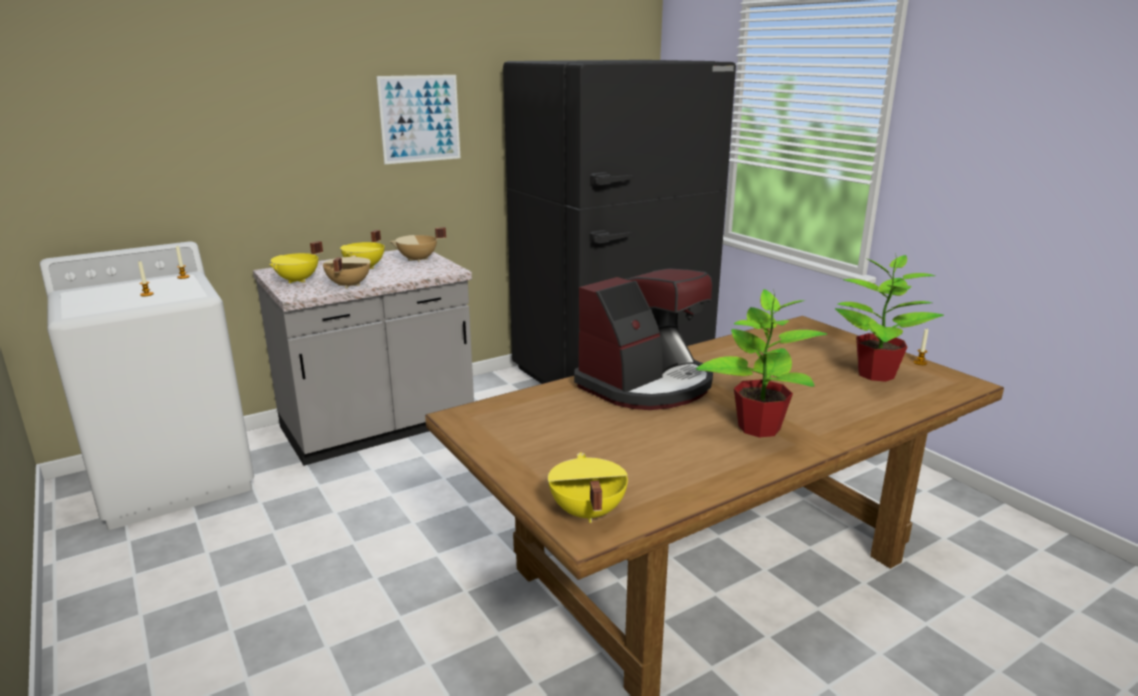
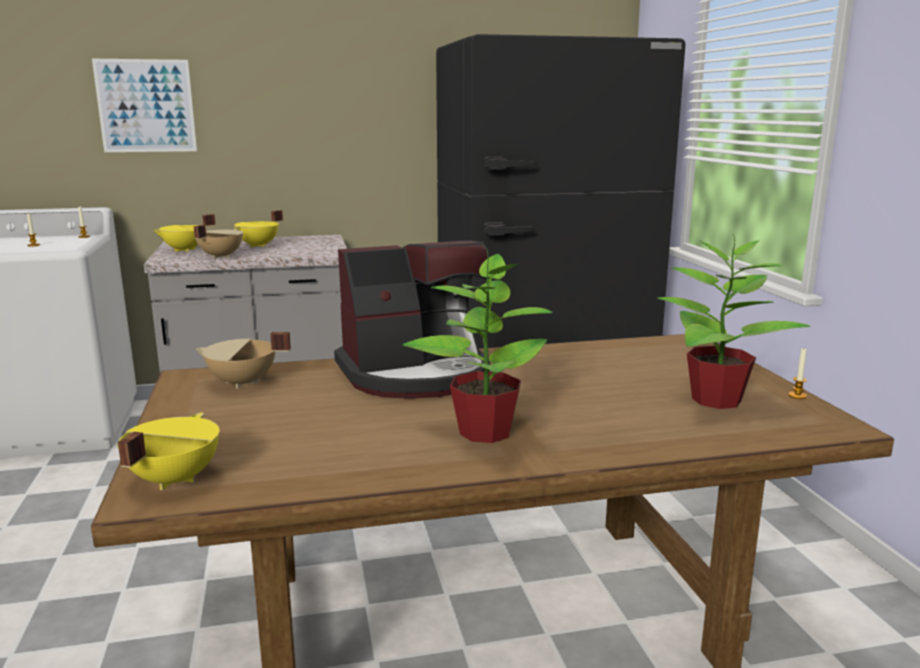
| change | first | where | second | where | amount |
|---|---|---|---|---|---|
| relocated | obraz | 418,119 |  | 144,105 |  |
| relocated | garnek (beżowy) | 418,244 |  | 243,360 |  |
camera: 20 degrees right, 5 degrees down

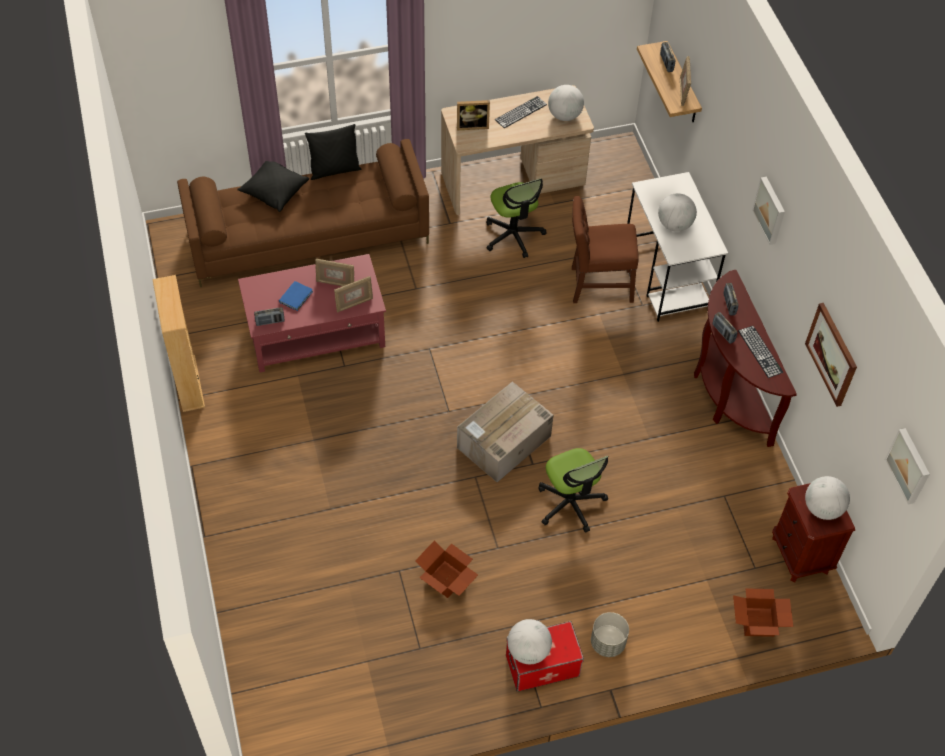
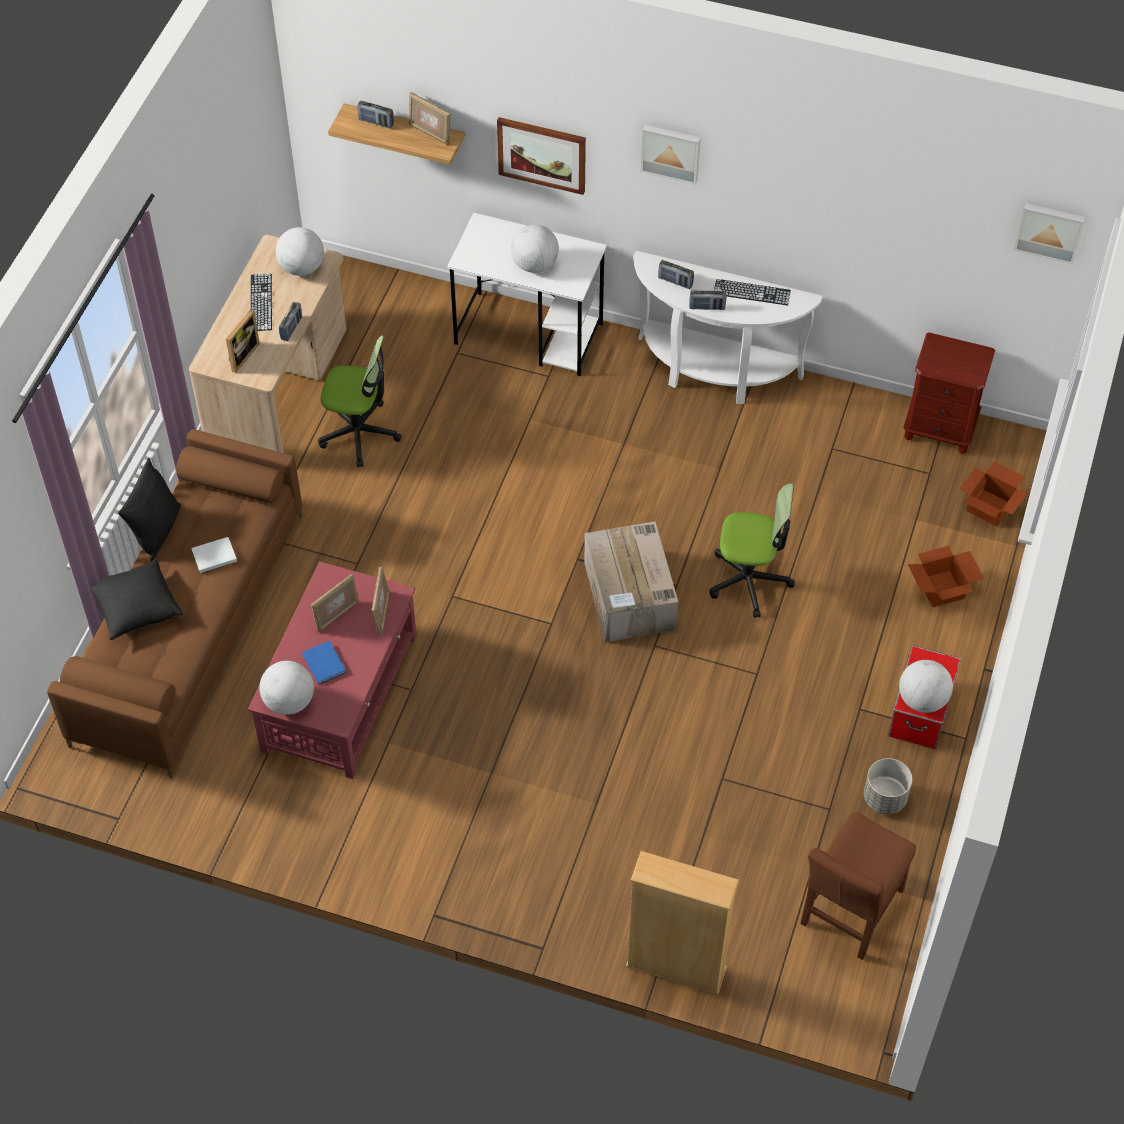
| change | first | where | second | where | amount |
|---|---|---|---|---|---|
| relocated | krzesło (brązowy) | 605,249 |  | 858,886 |  |
| colour | stolik konsolowy (brązowy) | 745,358 | stolik konsolowy (biały) | 728,327 |  |
| relocated | regał (beżowy) | 178,343 |  | 682,923 |  |
| relocated | obraz | 831,355 |  | 541,156 |  |
| relocated | radio | 269,316 |  | 290,321 |  |
| relocated | globus | 827,498 |  | 286,688 |  |
| relocated | karton | 446,569 |  | 946,576 |  |
| relocated | donica (szary) | 610,634 |  | 888,786 |  |
| appeared |  |  | książka (biały) | 214,555 |  |
camera: 55 degrees left, 0 degrees up

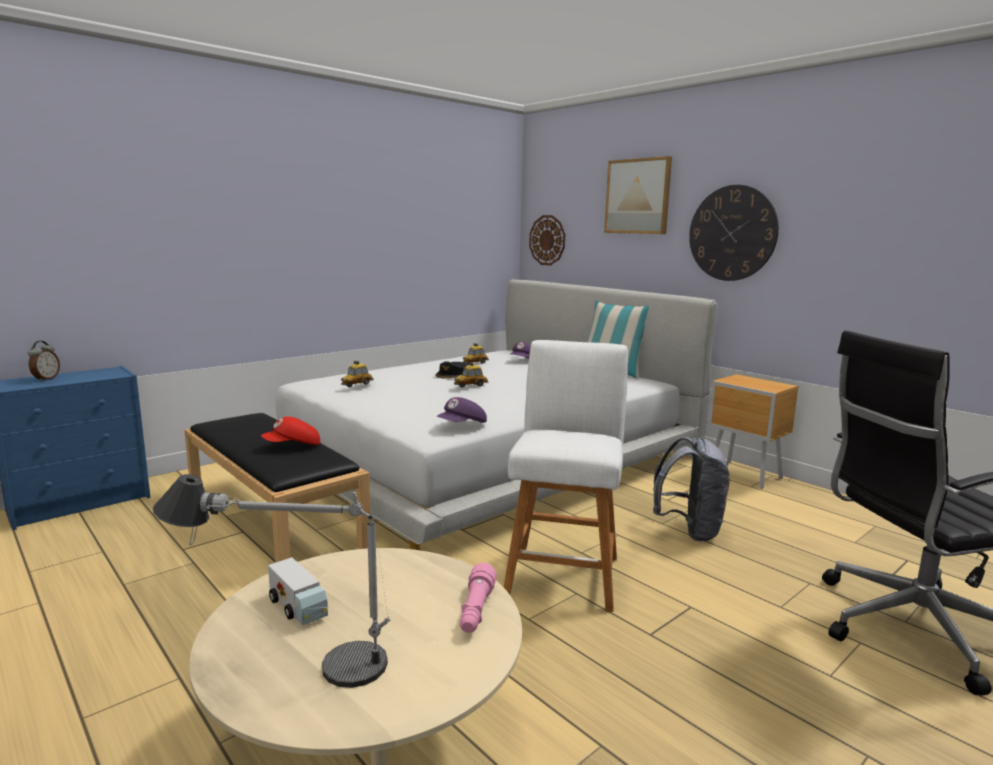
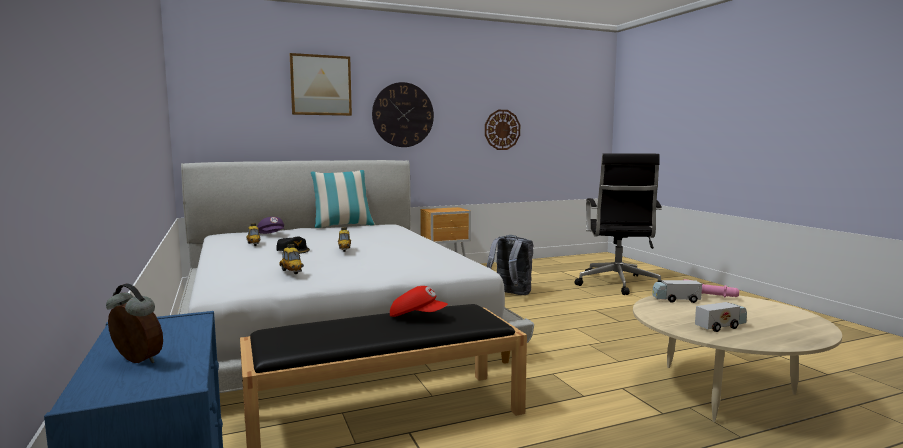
| change | first | where | second | where | amount |
|---|---|---|---|---|---|
| relocated | zegar ścienny | 547,240 |  | 502,130 |  |
| missing | stołek (biały) | 566,476 |  |  |  |
| missing | czapka z daszkiem (fioletowy) | 462,410 |  |  |  |
| spun | czapka z daszkiem (czerwony) | 290,431 |  | 419,301 | 60 degrees counterclockwise |
| missing | lampa stołowa | 271,581 |  |  |  |
| appeared |  |  | ciężarówka zabawkowa | 677,291 |  |
camera: 70 degrees left, 5 degrees down

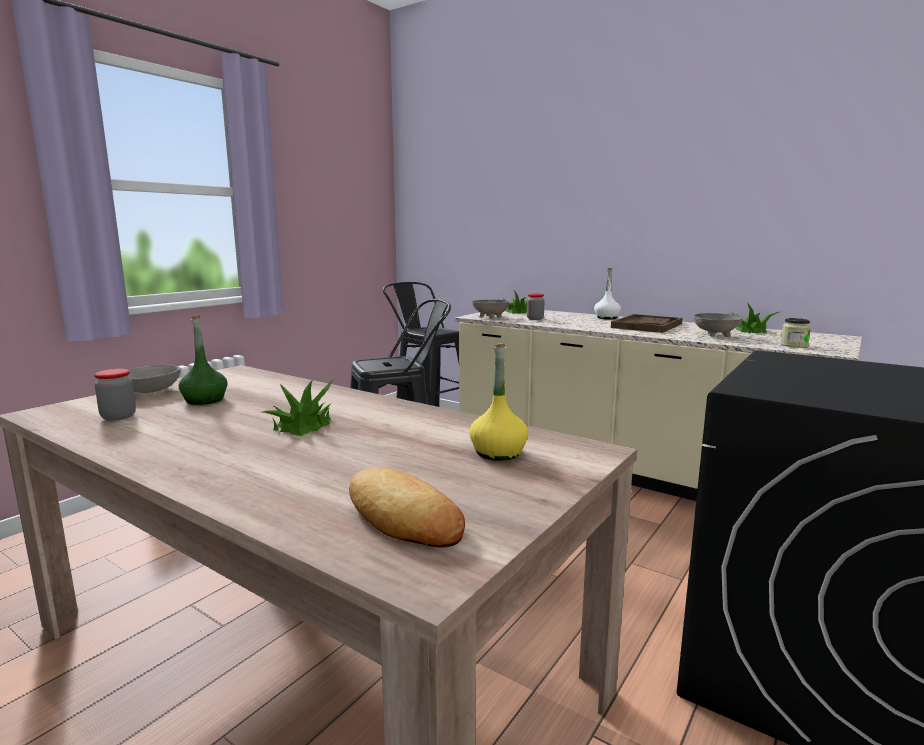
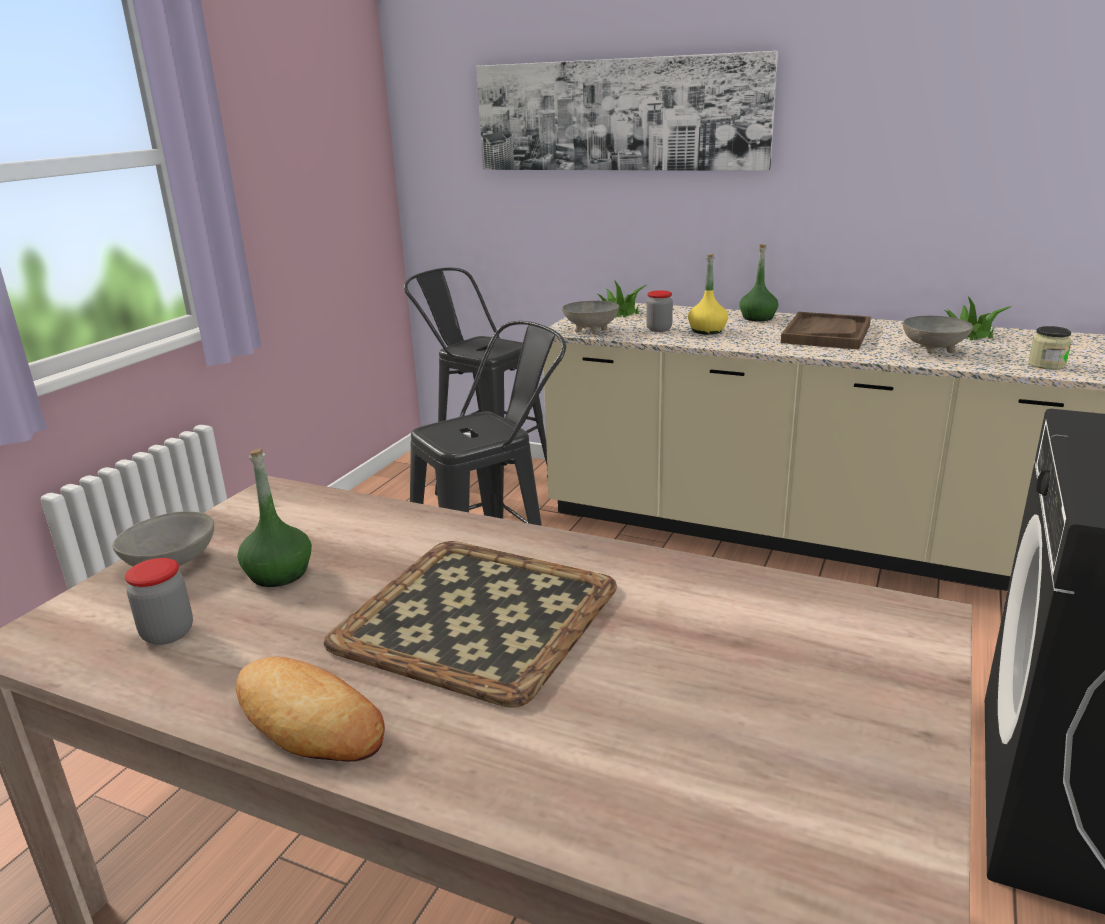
| change | first | where | second | where | amount |
|---|---|---|---|---|---|
| colour | butelka (biały) | 607,293 | butelka (zielony) | 758,282 |  |
| relocated | butelka (żółty) | 498,402 |  | 708,294 |  |
| exchanged | roślina doniczkowa | 298,407 | taca | 470,624 |  |
| relocated | chleb | 407,507 |  | 310,709 |  |
| appeared |  |  | obraz | 627,111 |  |
camera: 10 degrees left, 10 degrees up

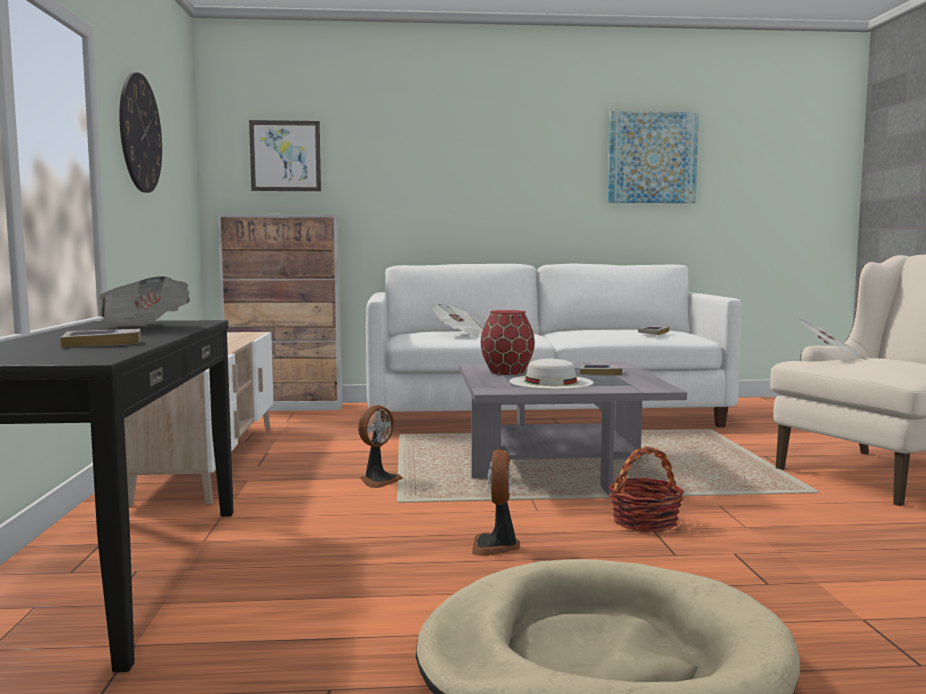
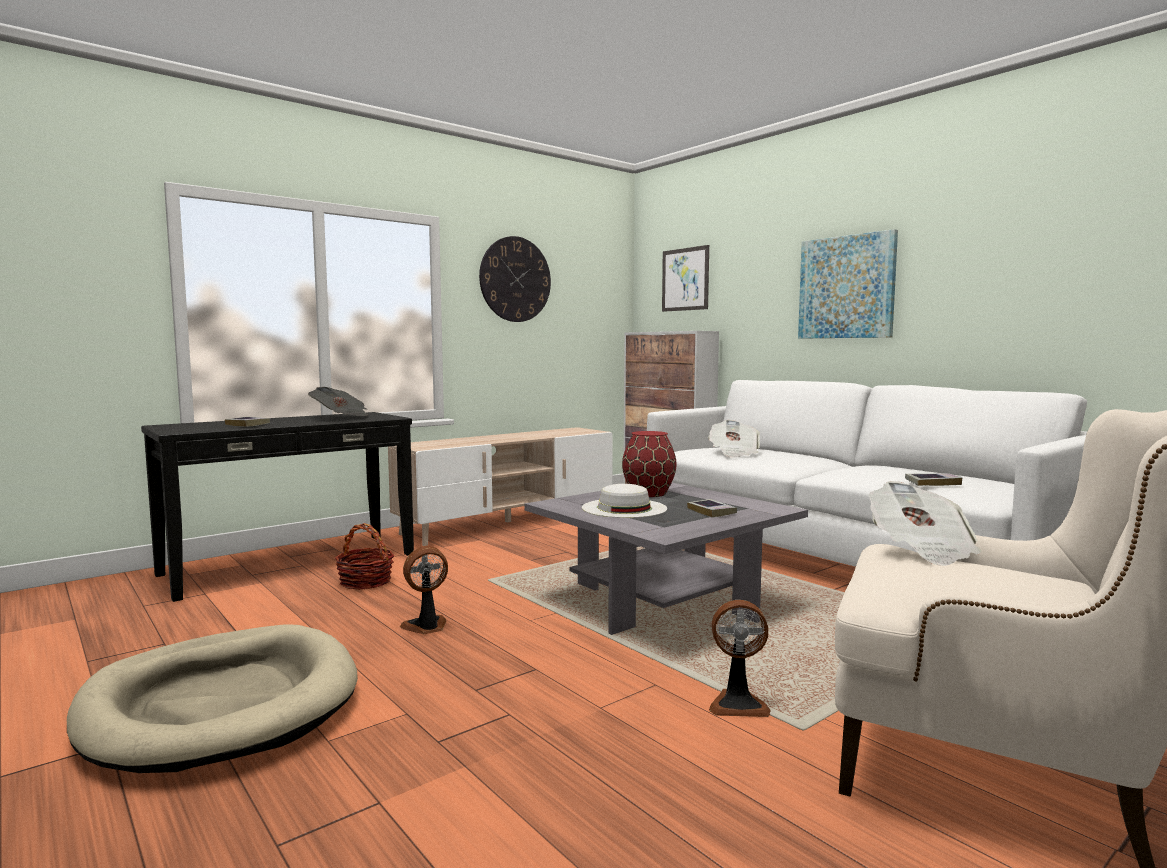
| change | first | where | second | where | amount |
|---|---|---|---|---|---|
| relocated | obraz | 653,157 |  | 848,284 |  |
| relocated | wentylator | 381,446 |  | 740,658 |  |
| relocated | koszyk | 646,489 |  | 364,556 |  |
camera: 55 degrees right, 0 degrees up

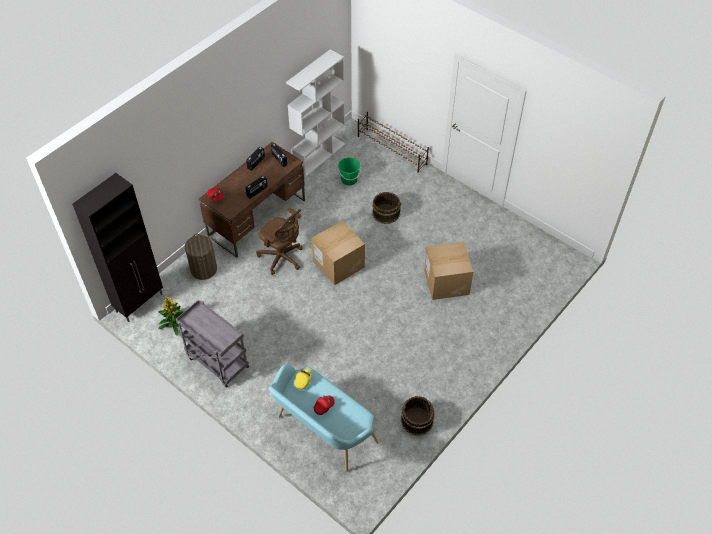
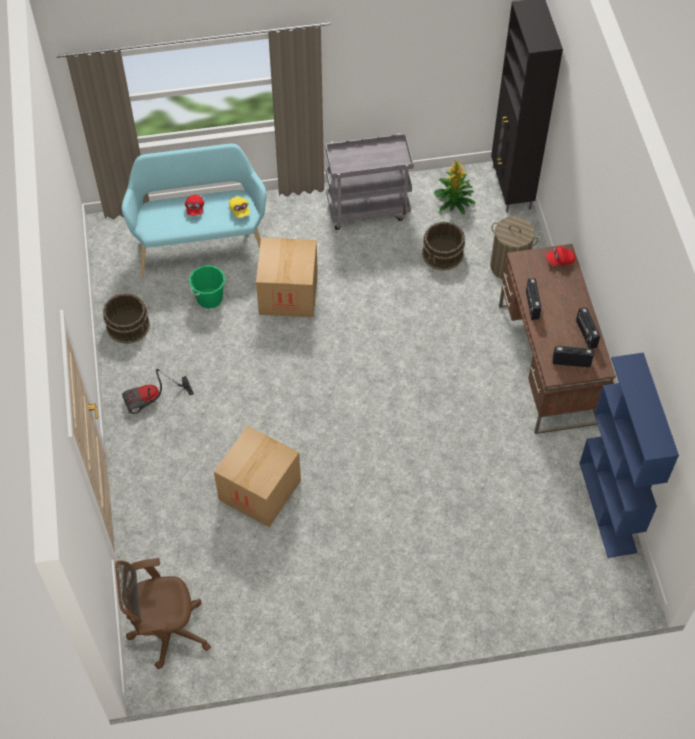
| change | first | where | second | where | amount |
|---|---|---|---|---|---|
| colour | regał (biały) | 315,113 | regał (niebieski) | 629,455 |  |
| missing | regał na buty (brązowy) | 393,142 |  |  |  |
| relocated | wiadro (zielony) | 349,171 |  | 207,287 |  |
| relocated | wiadro (brązowy) | 386,208 |  | 443,246 |  |
| relocated | krzesło biurowe (brązowy) | 279,241 |  | 163,613 |  |
| relocated | karton | 338,253 |  | 287,277 |  |
| appeared |  |  | odkurzacz | 158,391 |  |
camera: 130 degrees right, 5 degrees up

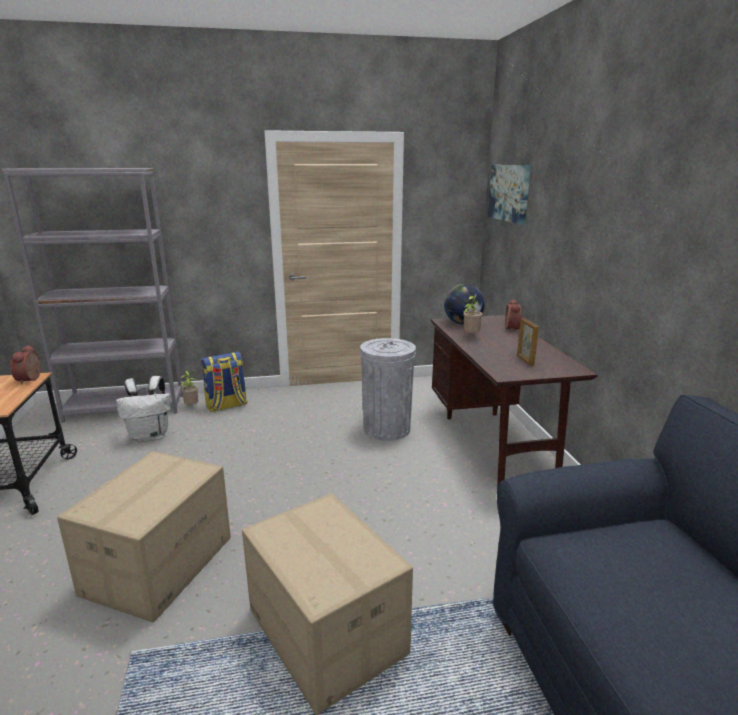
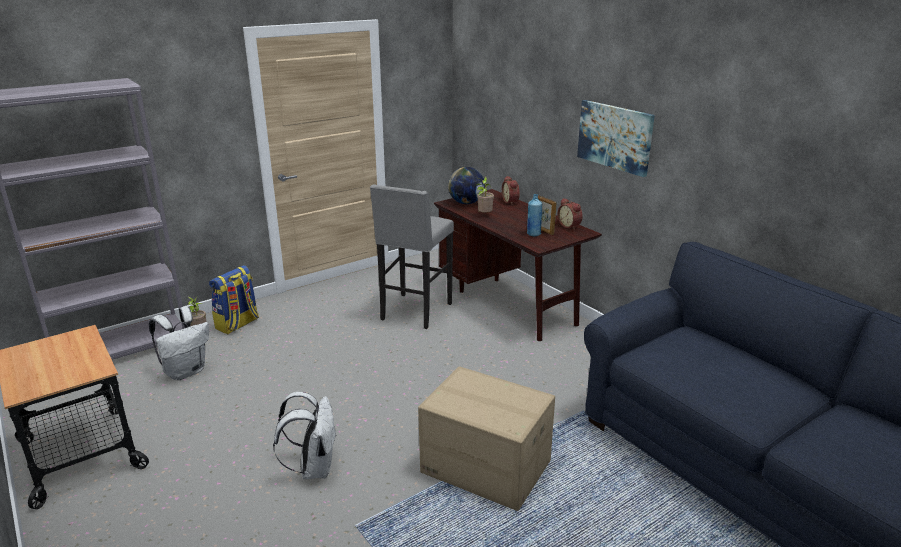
| change | first | where | second | where | amount |
|---|---|---|---|---|---|
| relocated | obraz | 509,195 |  | 616,138 |  |
| exchanged | kosz na śmieci (szary) | 388,389 | stołek (szary) | 412,256 |  |
| relocated | budzik | 25,365 |  | 570,214 |  |
| exchanged | karton | 144,536 | plecak (biały) | 305,435 |  |
| appeared |  |  | butelka (niebieski) | 534,215 |  |
camera: 25 degrees left, 5 degrees up

